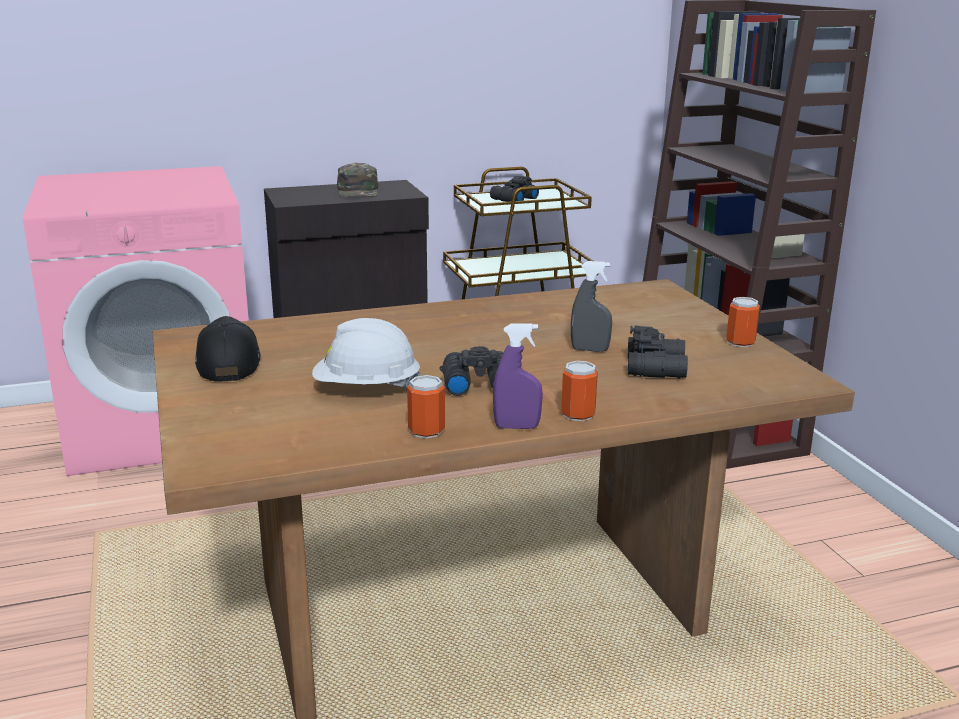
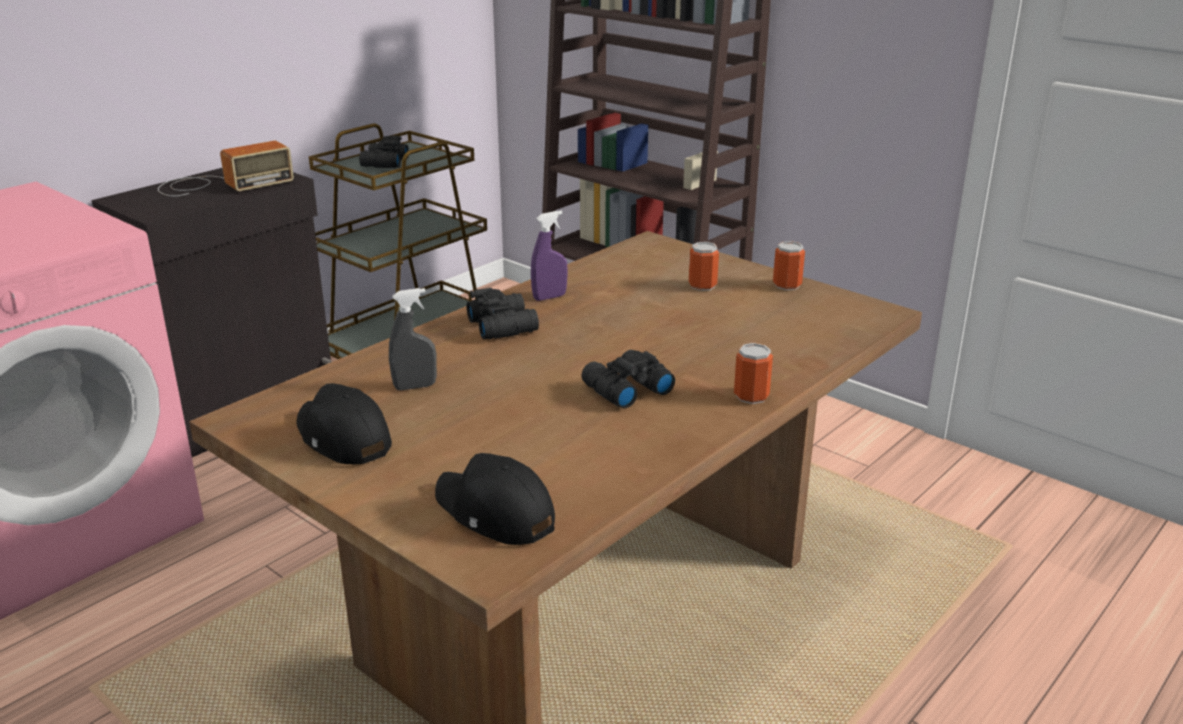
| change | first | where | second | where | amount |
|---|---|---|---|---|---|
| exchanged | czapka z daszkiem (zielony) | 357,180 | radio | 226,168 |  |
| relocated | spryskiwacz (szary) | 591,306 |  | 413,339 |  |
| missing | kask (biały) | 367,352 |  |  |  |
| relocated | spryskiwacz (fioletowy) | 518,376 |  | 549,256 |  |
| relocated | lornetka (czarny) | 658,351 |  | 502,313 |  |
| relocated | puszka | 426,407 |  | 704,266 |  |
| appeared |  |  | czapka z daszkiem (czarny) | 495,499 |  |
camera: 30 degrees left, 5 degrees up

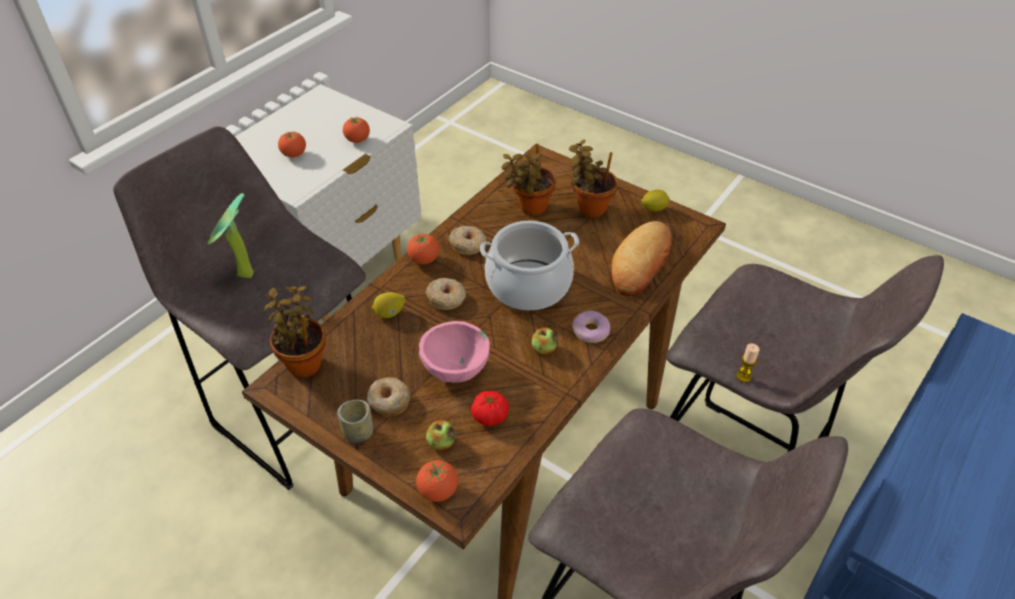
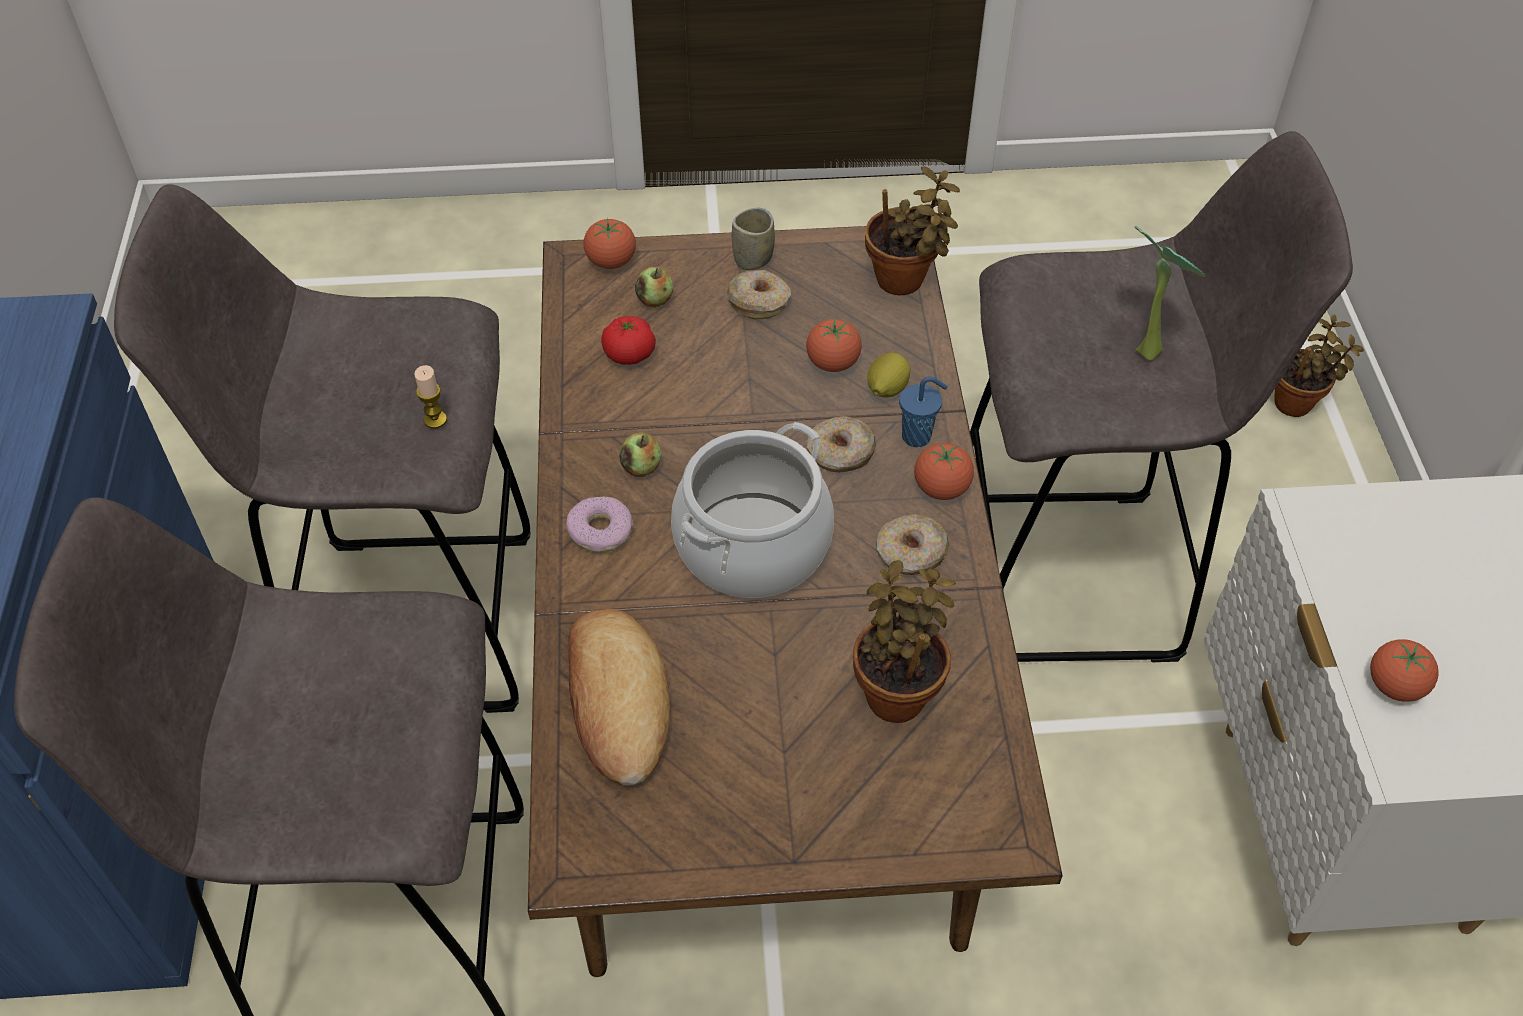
| change | first | where | second | where | amount |
|---|---|---|---|---|---|
| relocated | pomidor | 292,144 |  | 834,345 |  |
| relocated | roślina doniczkowa | 593,179 |  | 1319,366 |  |
| missing | cytryna | 655,200 |  |  |  |
| missing | miska (różowy) | 454,352 |  |  |  |
| relocated | świeca | 747,363 |  | 430,396 |  |
| appeared |  |  | filiżanka (niebieski) | 923,412 |  |
camera: 140 degrees right, 5 degrees up

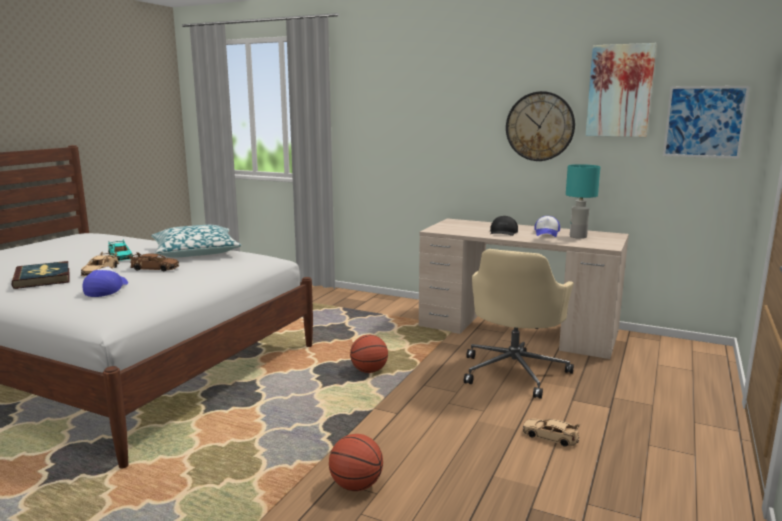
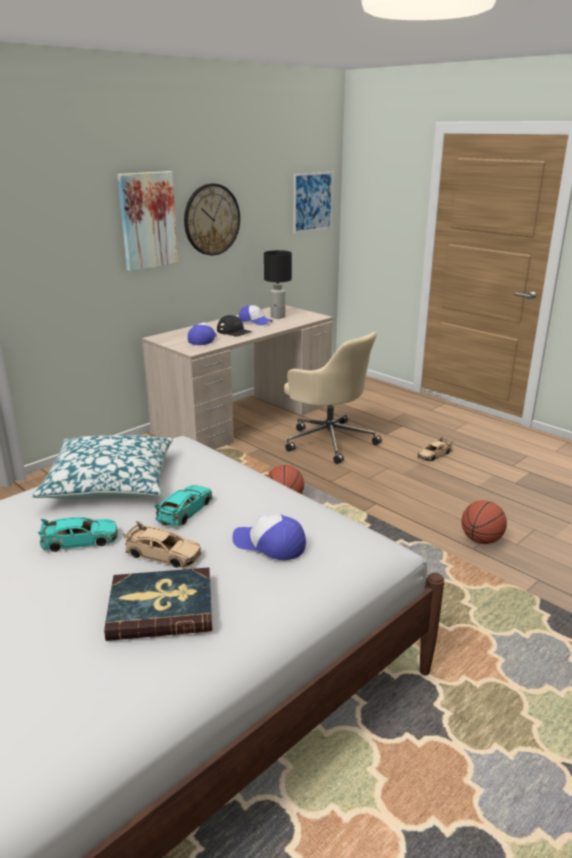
| change | first | where | second | where | amount |
|---|---|---|---|---|---|
| relocated | obraz | 621,90 |  | 147,221 |  |
| colour | lampa stołowa (turkusowy) | 583,201 | lampa stołowa (czarny) | 278,284 |  |
| colour | samochodzik (brązowy) | 154,261 | samochodzik (turkusowy) | 183,505 |  |
| appeared |  |  | czapka z daszkiem | 202,333 |  |
camera: 70 degrees left, 10 degrees up

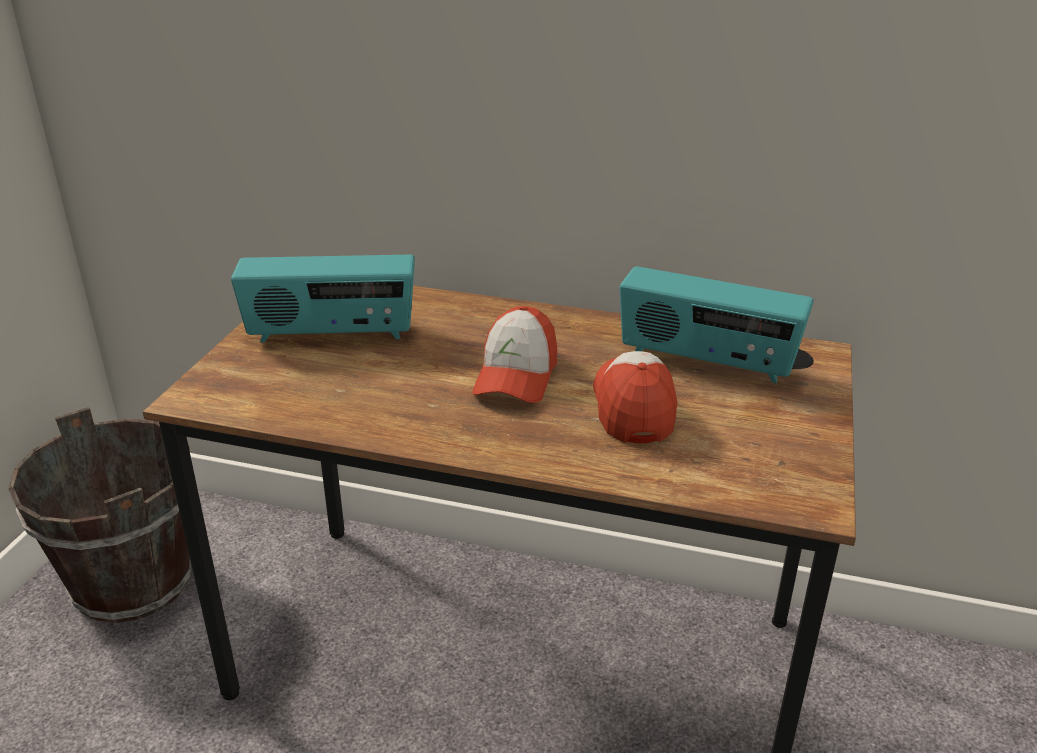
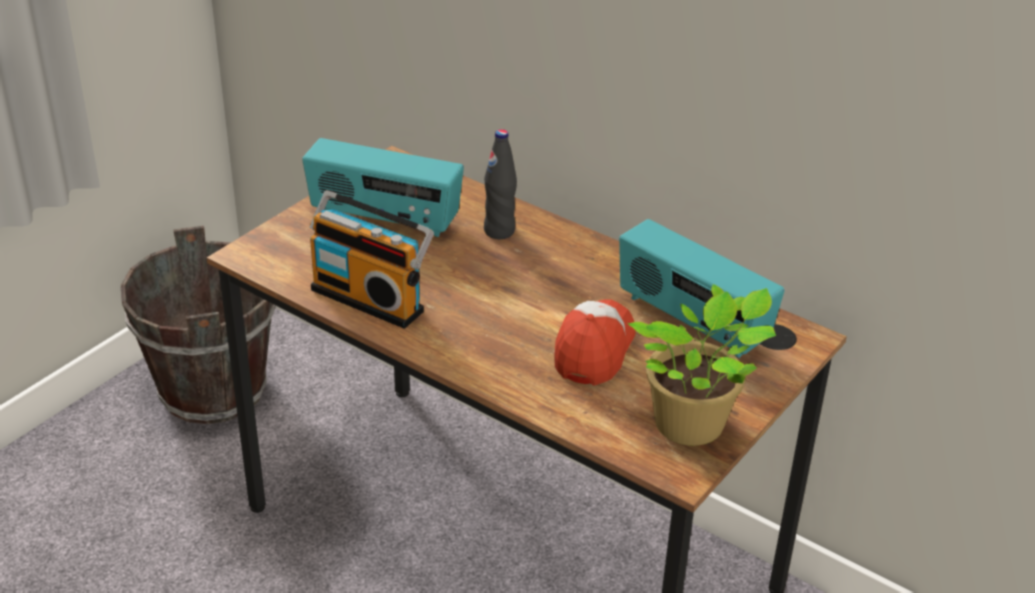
| change | first | where | second | where | amount |
|---|---|---|---|---|---|
| missing | czapka z daszkiem | 514,354 |  |  |  |
| appeared |  |  | butelka (czarny) | 500,184 |  |
| appeared |  |  | radio | 371,259 |  |
| appeared |  |  | roślina doniczkowa | 701,365 |  |
camera: 20 degrees right, 5 degrees up

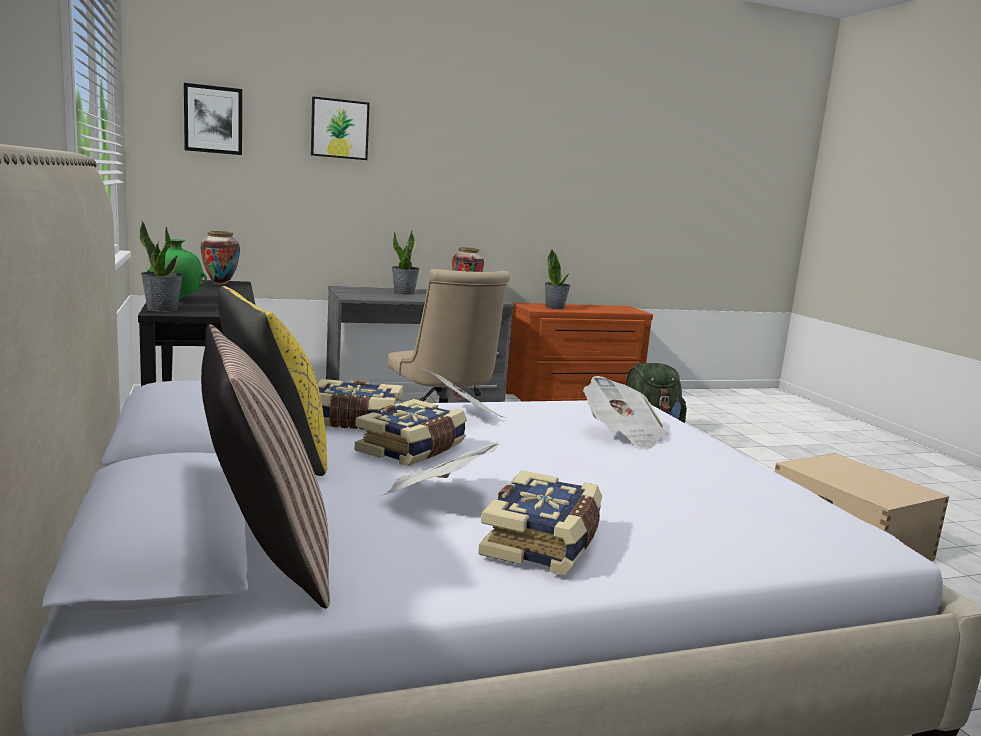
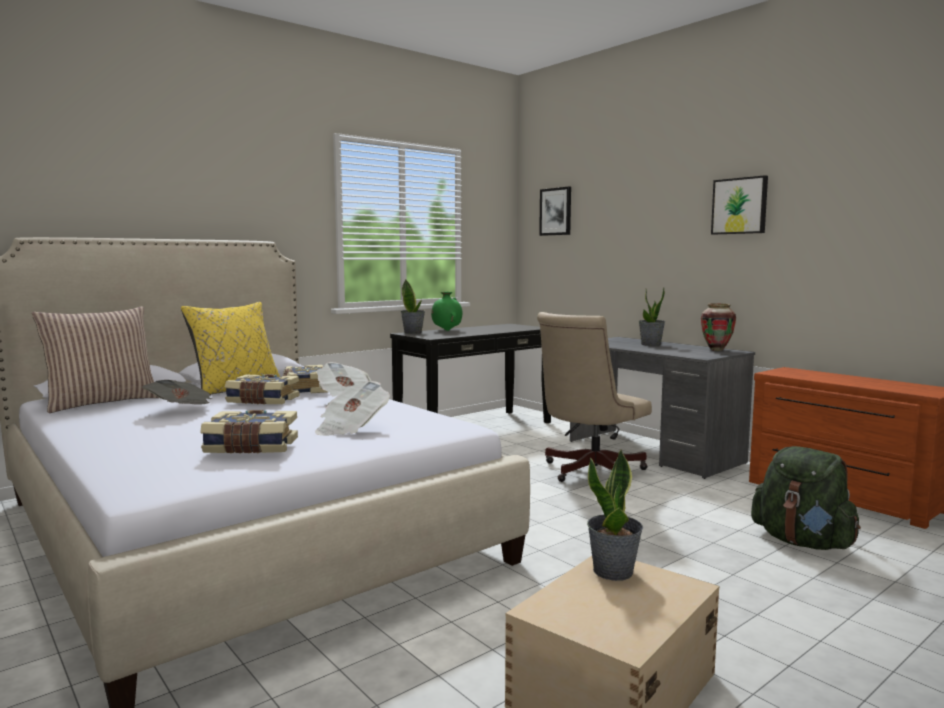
| change | first | where | second | where | amount |
|---|---|---|---|---|---|
| relocated | obraz | 340,128 |  | 739,204 |  |
| missing | wazon | 220,258 |  |  |  |
| relocated | roślina doniczkowa | 558,279 |  | 615,515 |  |
| relocated | książka | 540,522 |  | 249,432 |  |
camera: 70 degrees right, 5 degrees down

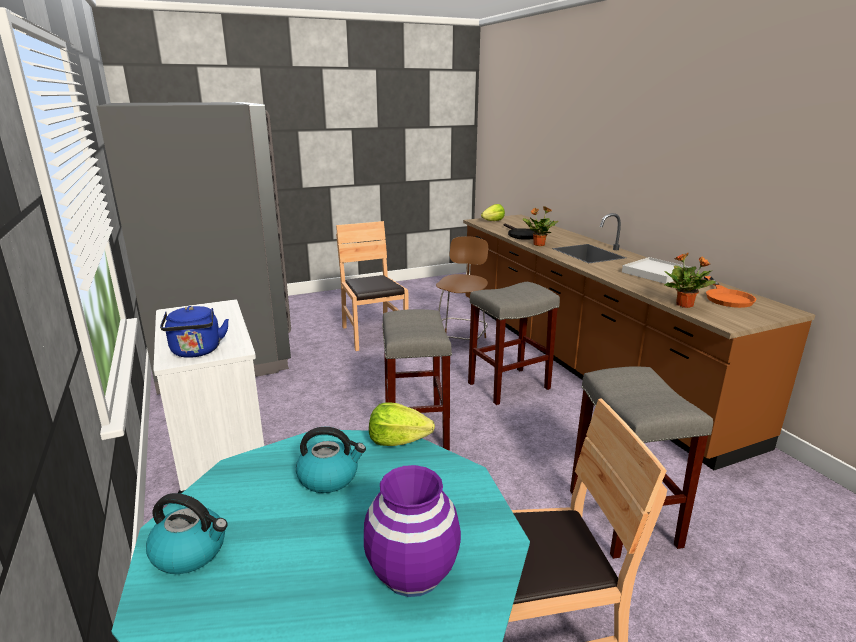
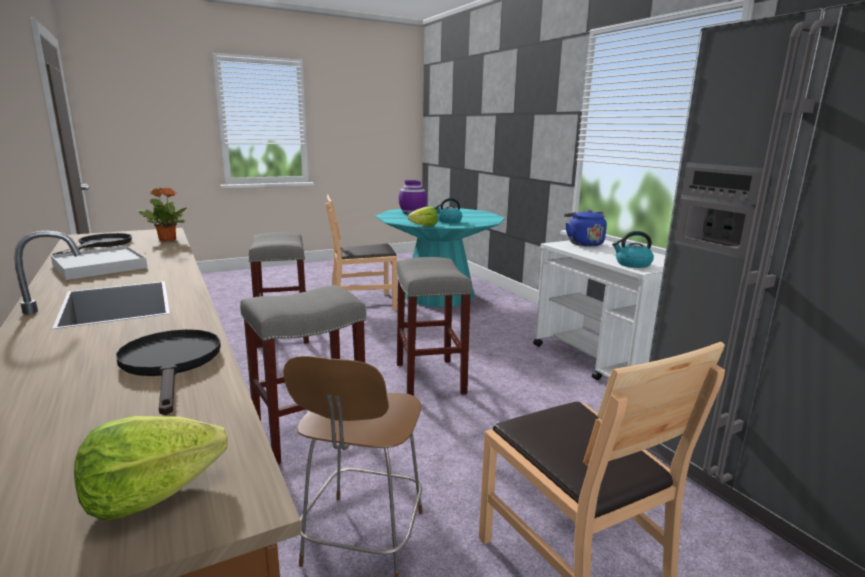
| change | first | where | second | where | amount |
|---|---|---|---|---|---|
| missing | roślina doniczkowa | 541,226 |  |  |  |
| colour | patelnia (pomarańczowy) | 730,292 | patelnia (czarny) | 92,244 |  |
| relocated | czajnik | 187,533 |  | 633,249 |  |
camera: 175 degrees right, 5 degrees down

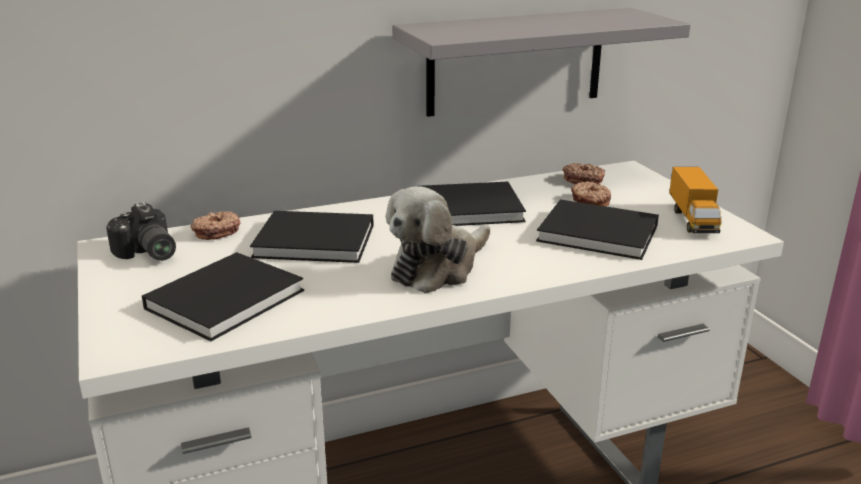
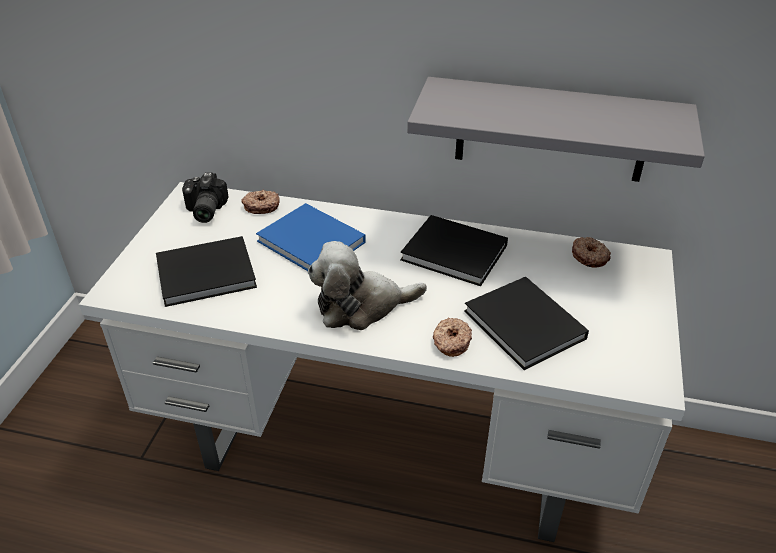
| change | first | where | second | where | amount |
|---|---|---|---|---|---|
| missing | ciężarówka zabawkowa | 695,200 |  |  |  |
| relocated | donut | 591,193 |  | 452,337 |  |
| colour | książka (czarny) | 312,237 | książka (niebieski) | 311,237 |  |
camera: 35 degrees right, 15 degrees up

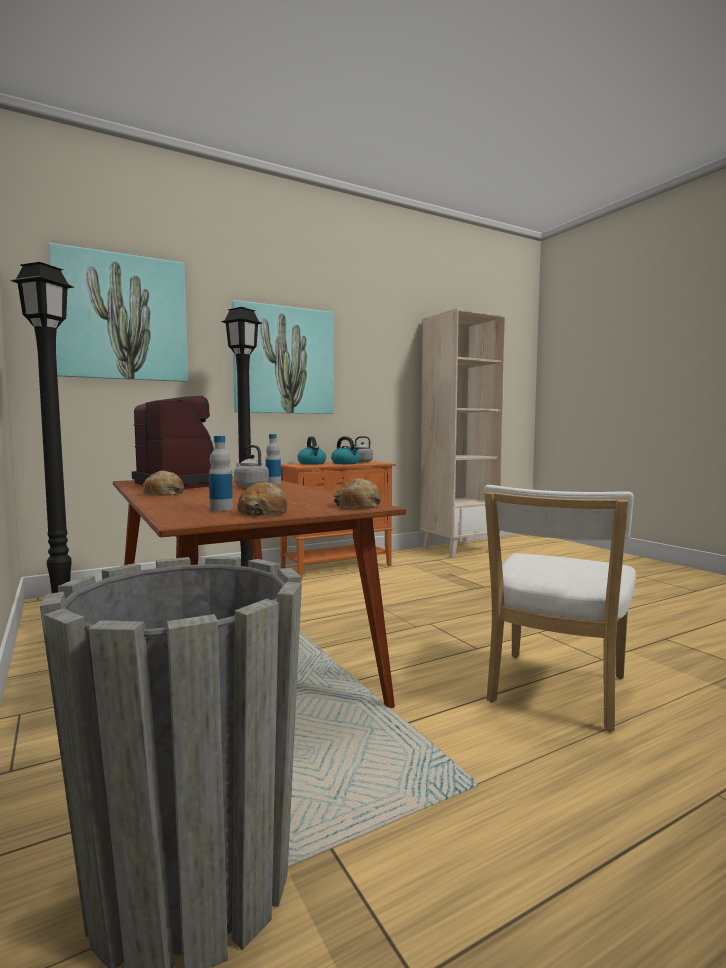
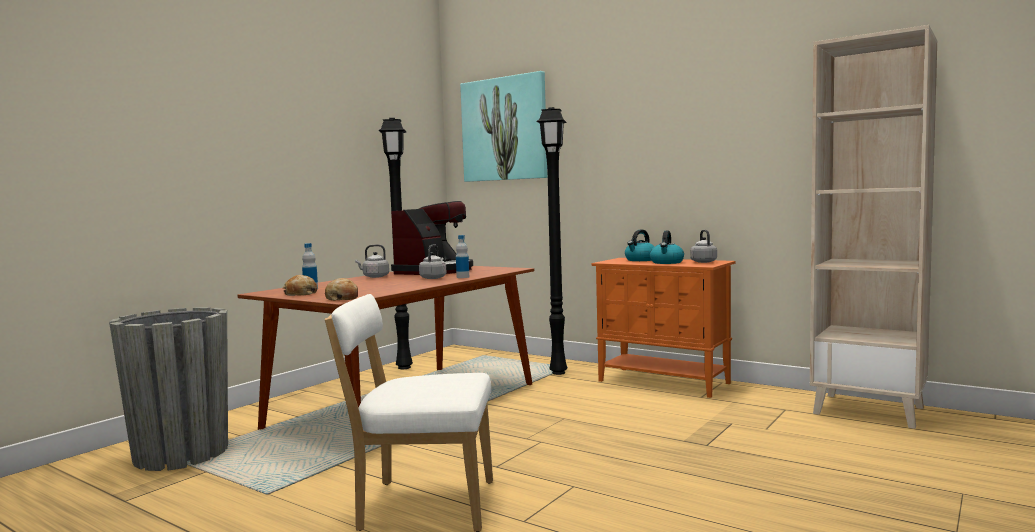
| change | first | where | second | where | amount |
|---|---|---|---|---|---|
| missing | obraz | 283,357 |  |  |  |
| exchanged | chleb | 163,483 | czajnik (szary) | 372,261 |  |
camera: 65 degrees right, 0 degrees up

